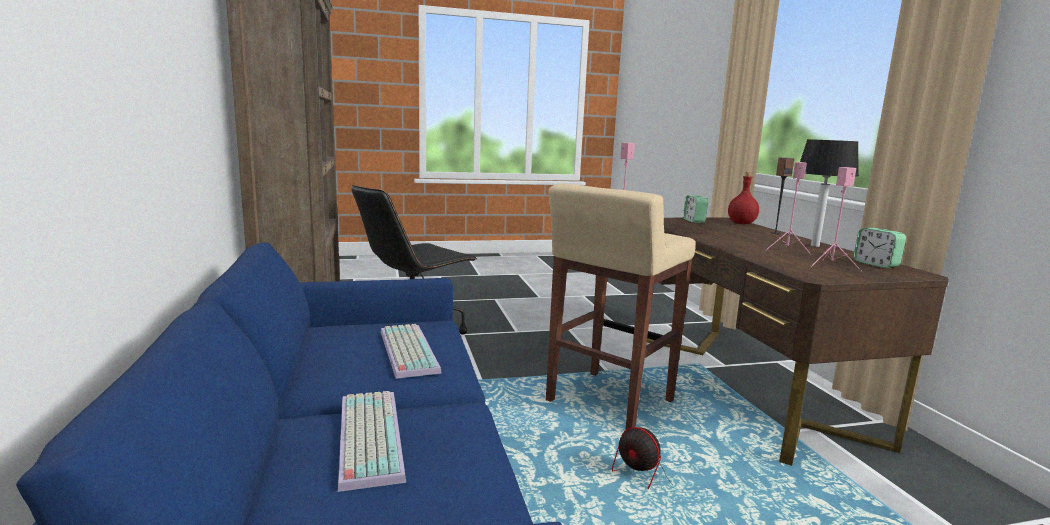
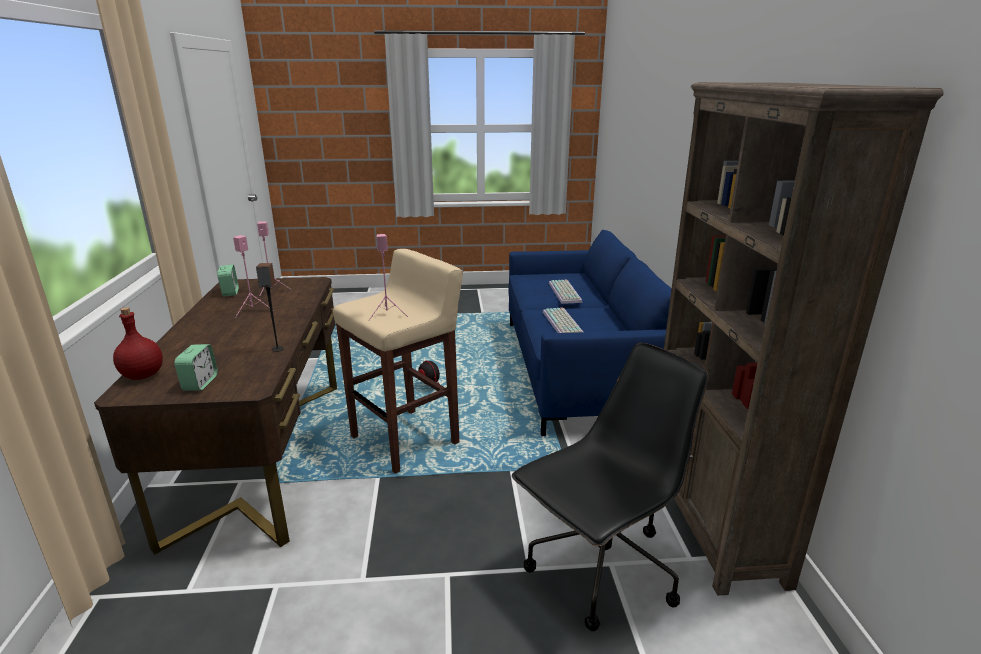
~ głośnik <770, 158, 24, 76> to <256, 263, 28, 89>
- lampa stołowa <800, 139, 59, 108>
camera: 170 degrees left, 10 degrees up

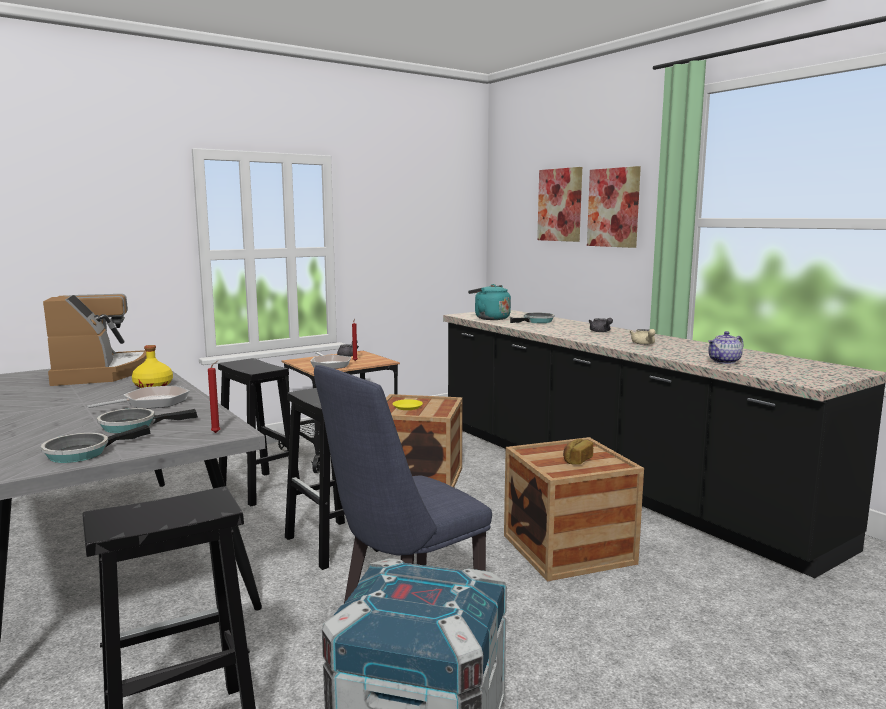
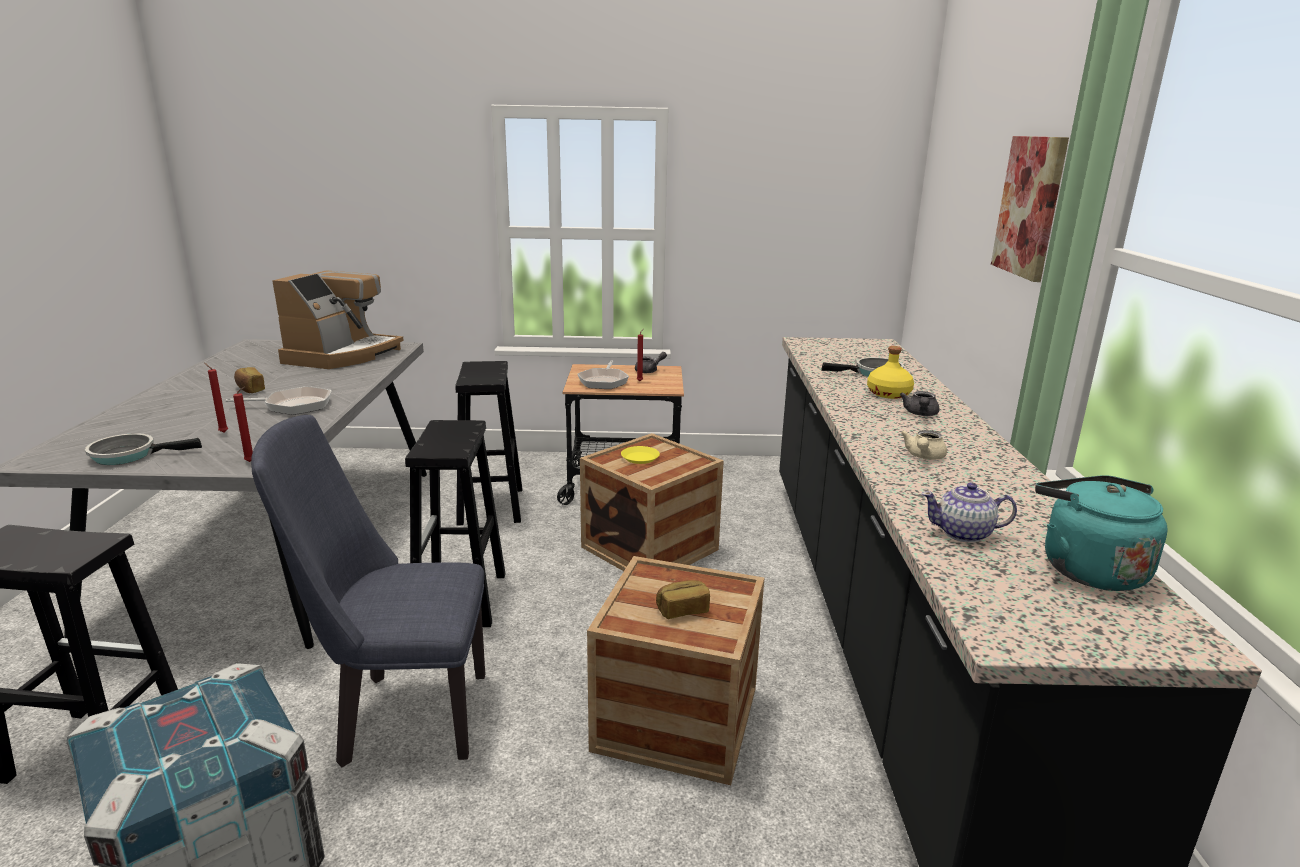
~ patelnia <97, 408, 101, 25> to świeca [czerwony] <204, 363, 24, 70>
+ chleb <234, 367, 31, 26>
~ butelka [żółty] <132, 345, 41, 43> to <867, 346, 47, 53>
~ czajnik [turkusowy] <468, 284, 43, 36> to <1035, 475, 133, 116>
- obraz <537, 167, 45, 75>
camera: 35 degrees right, 10 degrees up

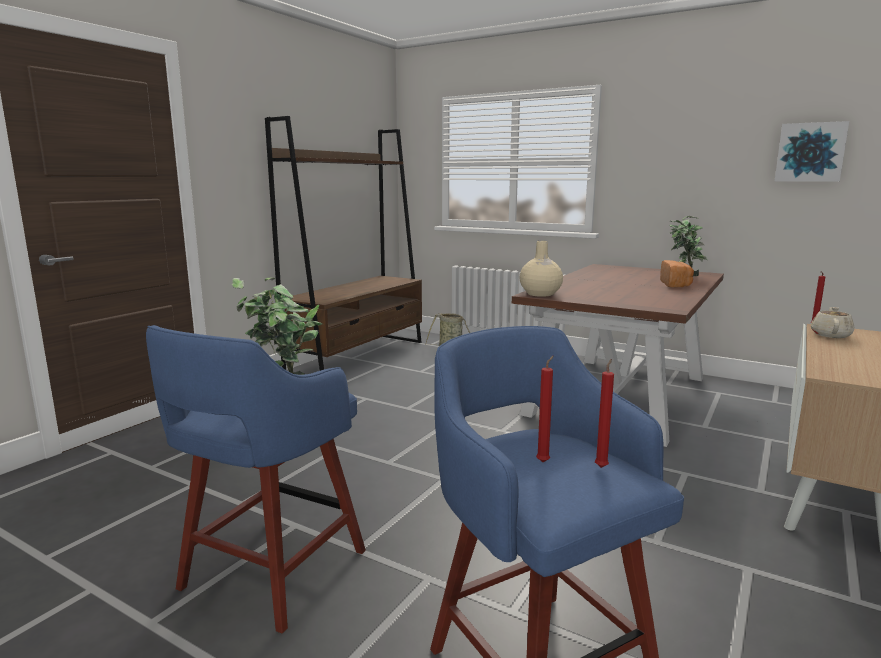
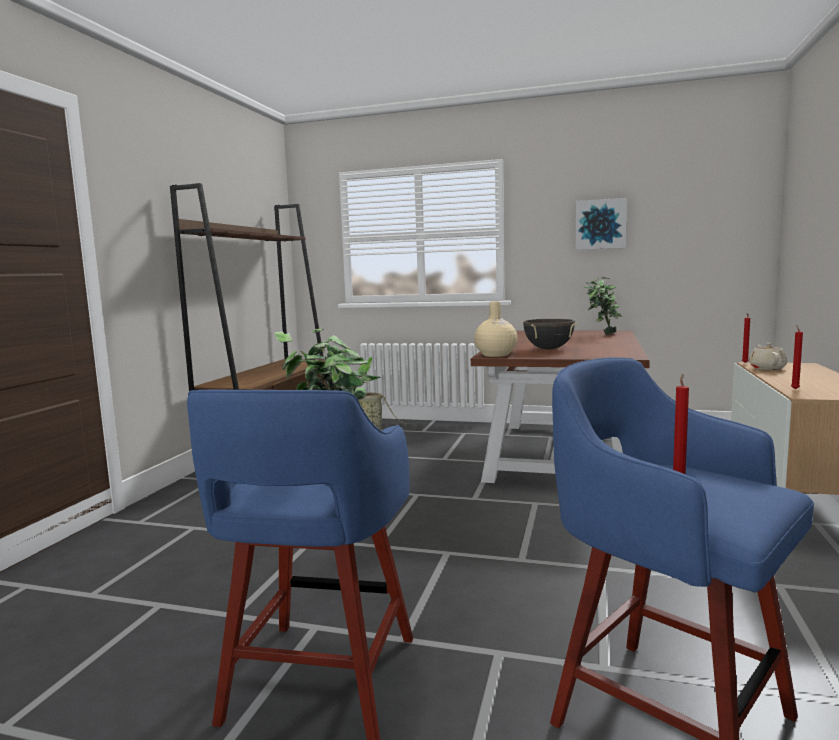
+ garnek [czarny] <522, 319, 56, 31>
~ obraz <775, 121, 74, 61> to <576, 198, 51, 52>
~ świeca [czerwony] <595, 359, 19, 109> to <791, 325, 12, 64>
- chleb <660, 260, 34, 28>
camera: 15 degrees left, 5 degrees down

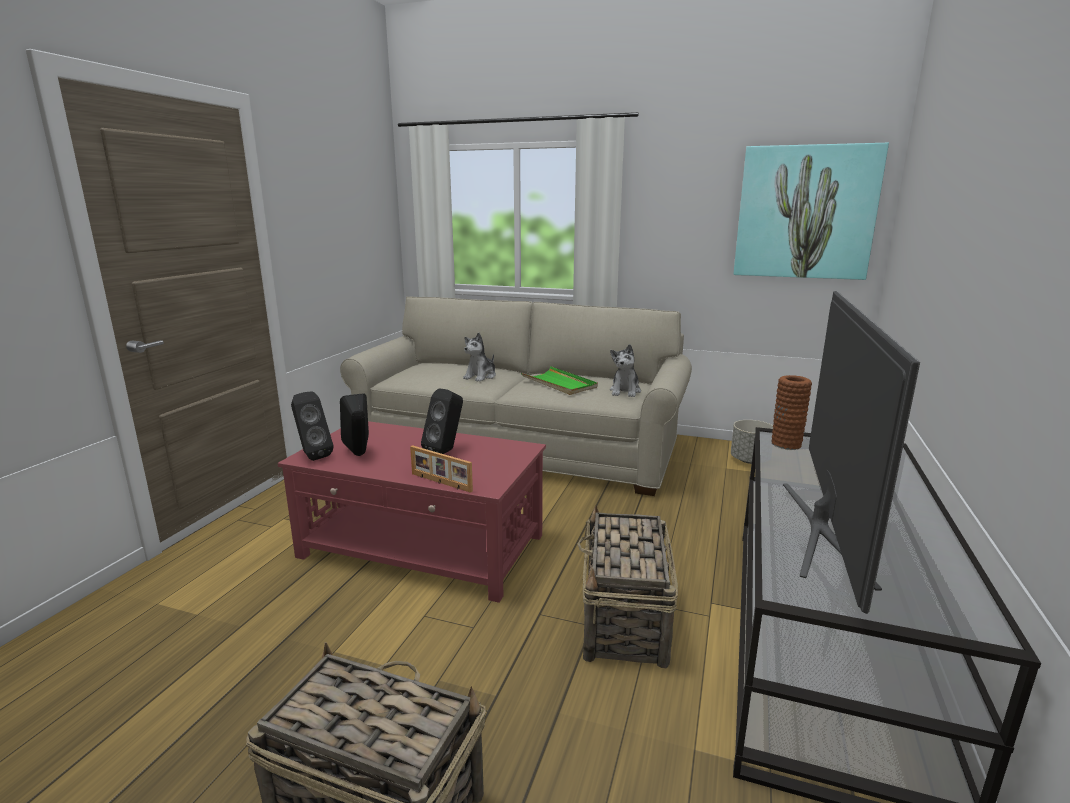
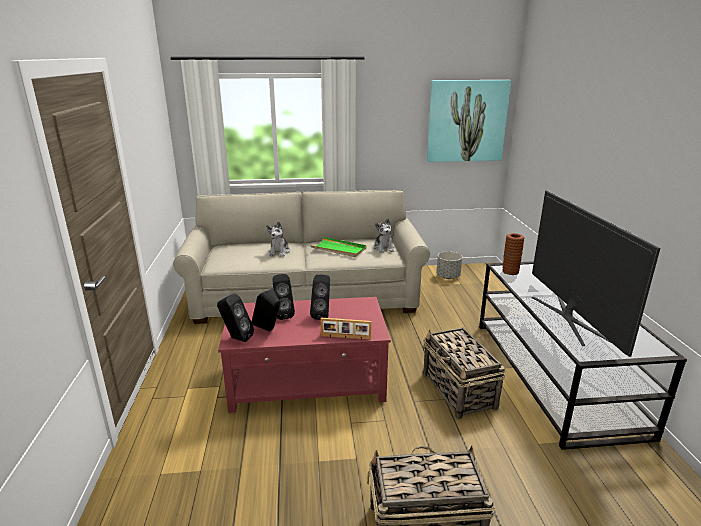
+ głośnik [czarny] <272, 274, 23, 46>
camera: 25 degrees left, 5 degrees up

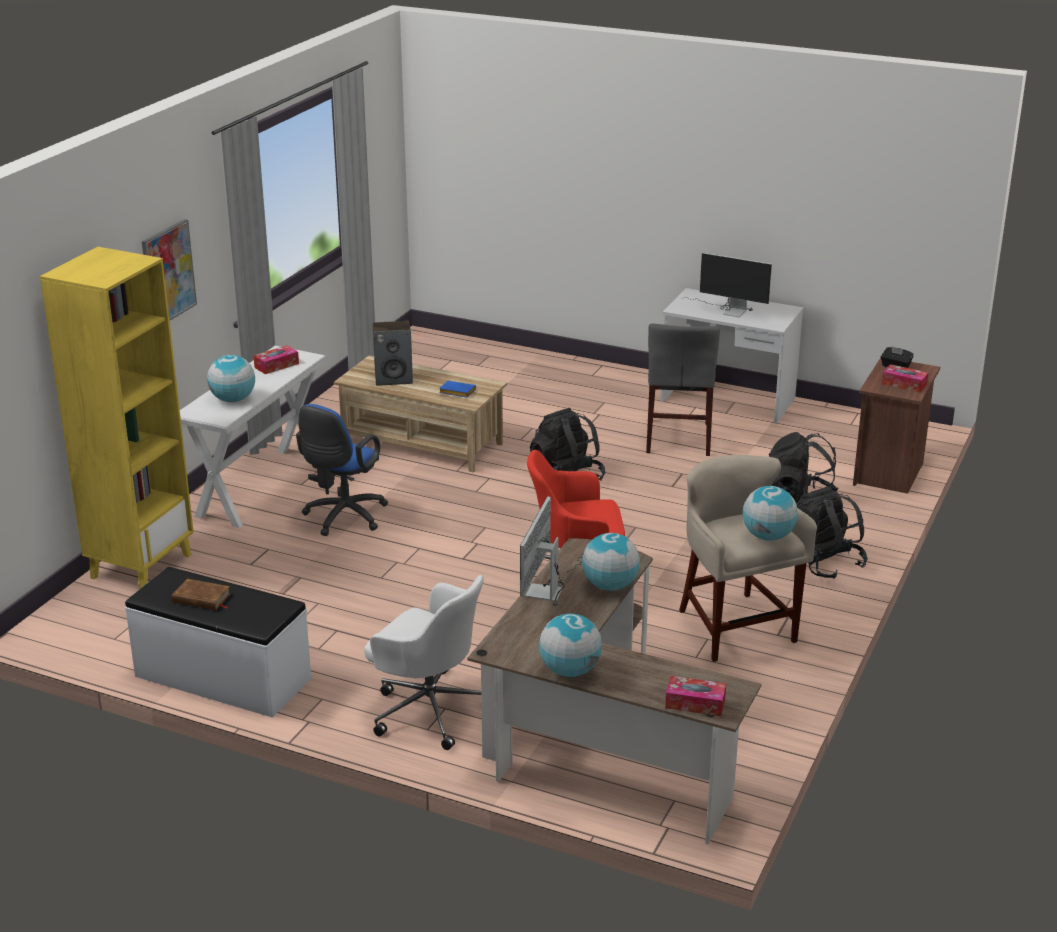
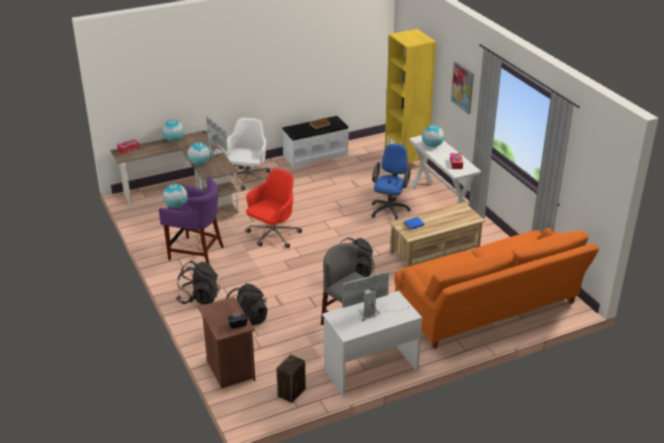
~ stołek [beżowy] <679, 455, 138, 207> to stołek [fioletowy] <159, 177, 65, 88>
~ krzesło biurowe [biały] <364, 575, 120, 175> = <223, 118, 47, 72> 120 degrees clockwise
~ głośnik <373, 321, 40, 65> to <276, 354, 30, 49>
~ krzesło biurowe [niebieski] <296, 404, 92, 132> = <371, 144, 40, 76> 45 degrees clockwise
+ kanapa [pomarańczowy] <395, 228, 204, 121>
- pudełko chusteczek <882, 364, 46, 29>
camera: 130 degrees right, 5 degrees up

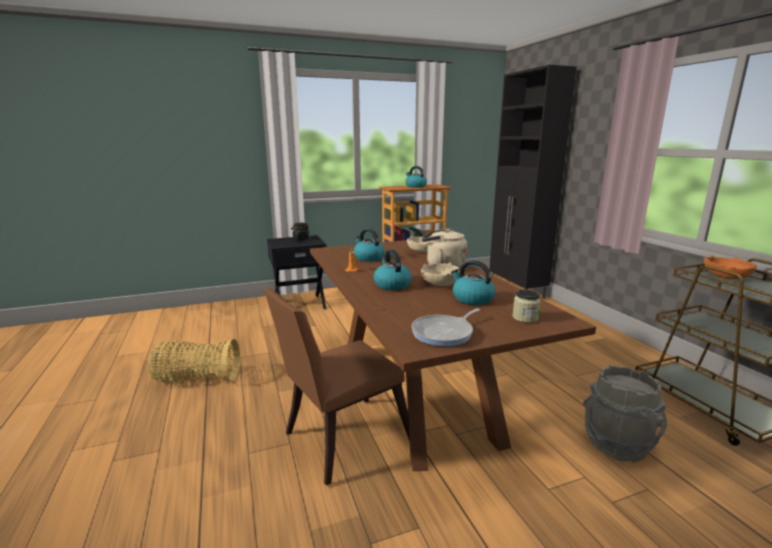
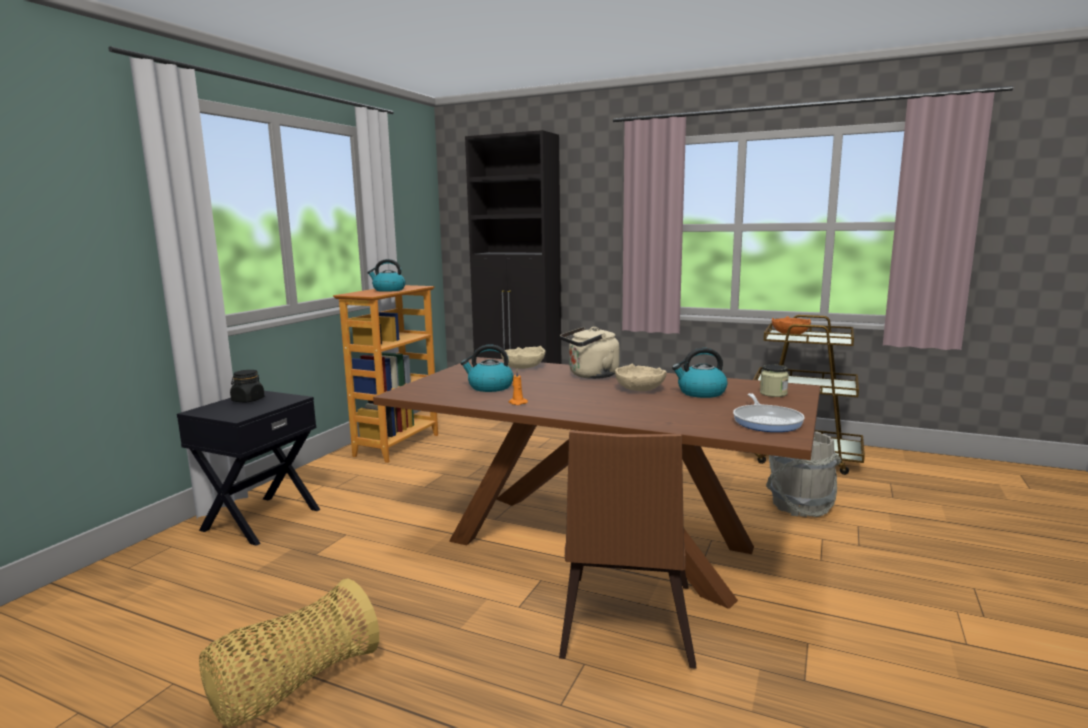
- czajnik <373, 250, 39, 40>
camera: 45 degrees left, 5 degrees down

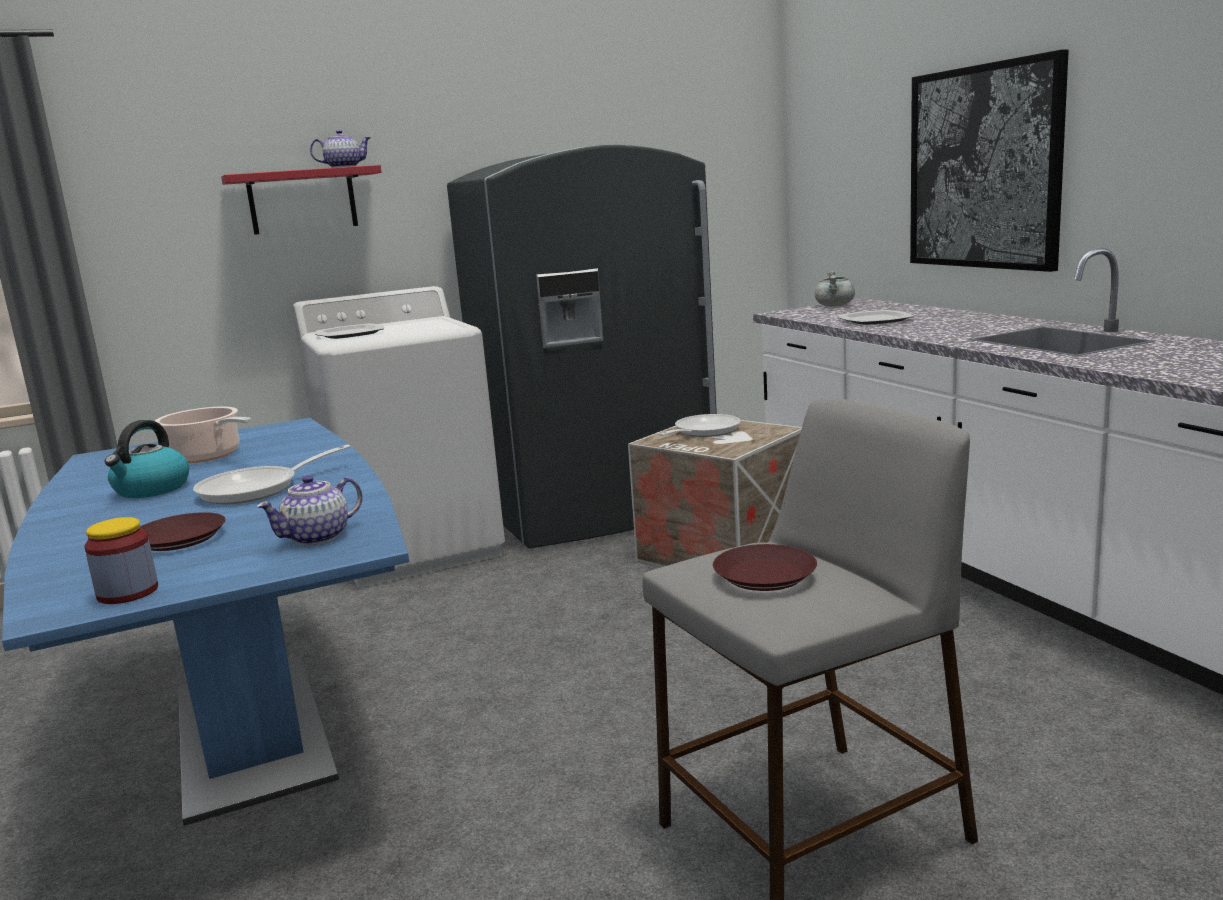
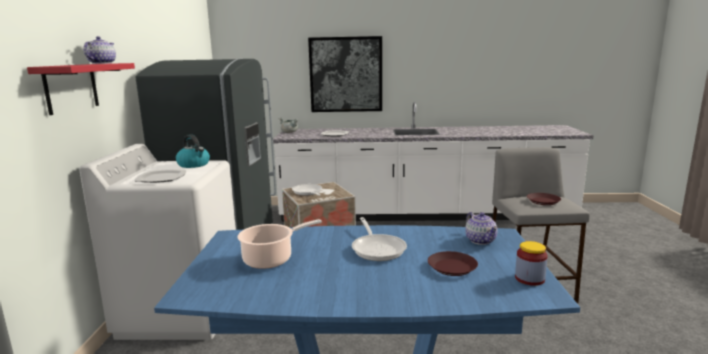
~ czajnik <105, 420, 84, 78> to <176, 134, 34, 34>
camera: 65 degrees left, 0 degrees up

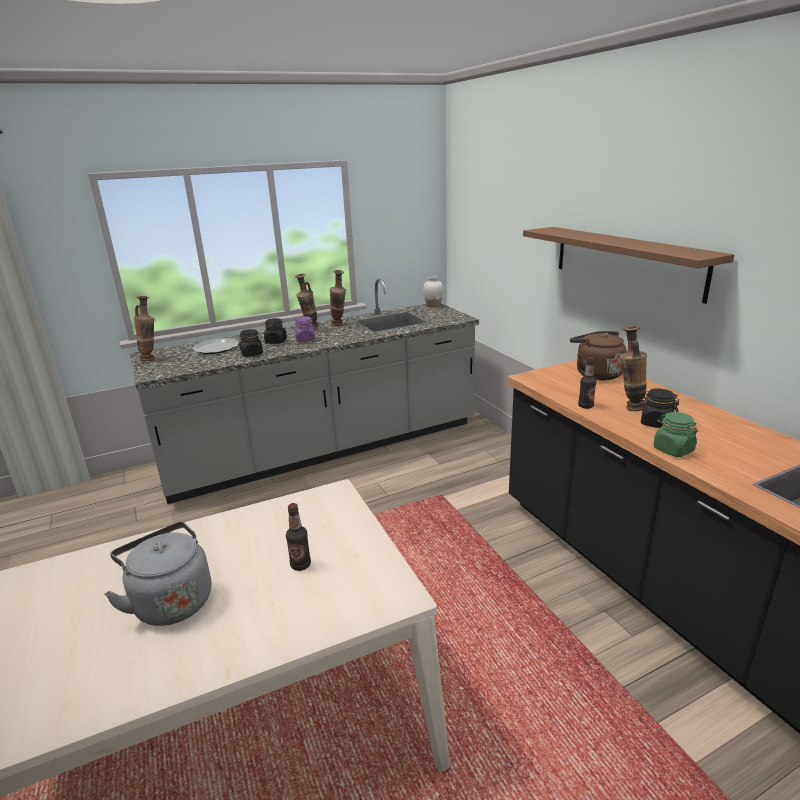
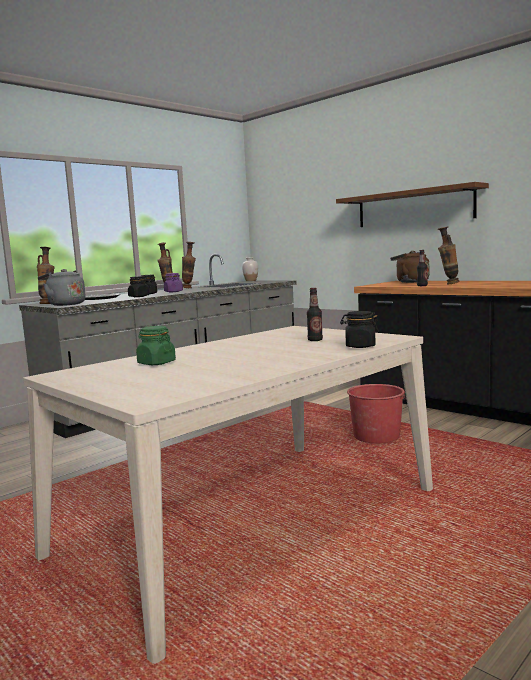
~ czajnik [szary] <104, 522, 107, 104> to <38, 269, 48, 37>
~ słoik [zielony] <653, 412, 45, 45> to <136, 326, 40, 39>
~ słoik [czarny] <639, 388, 41, 40> to <340, 311, 39, 37>
+ wiadro [czerwony] <347, 384, 59, 59>
camera: 20 degrees left, 15 degrees down

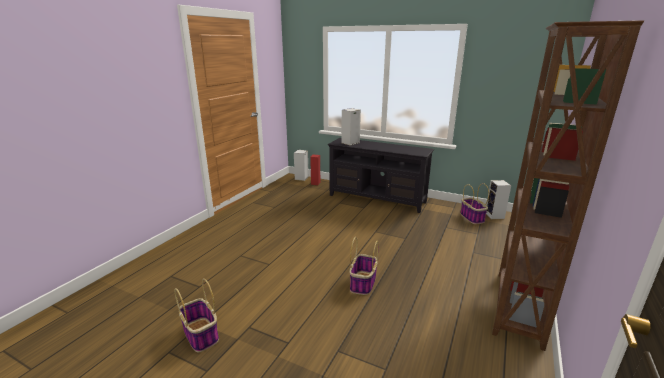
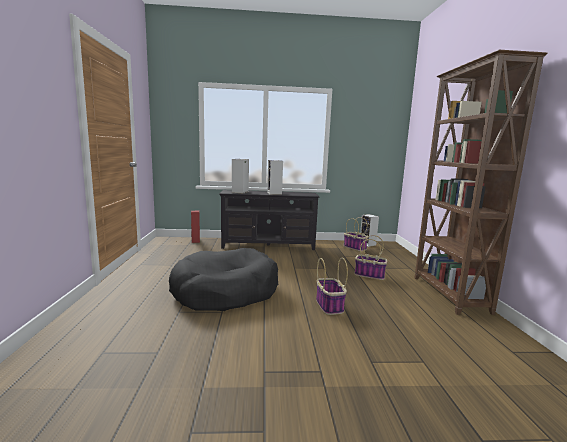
+ legowisko [czarny] <169, 248, 109, 63>
~ głośnik <294, 150, 15, 31> to <267, 160, 16, 35>
~ koszyk <174, 278, 45, 74> to <355, 235, 32, 45>
camera: 30 degrees left, 10 degrees down

